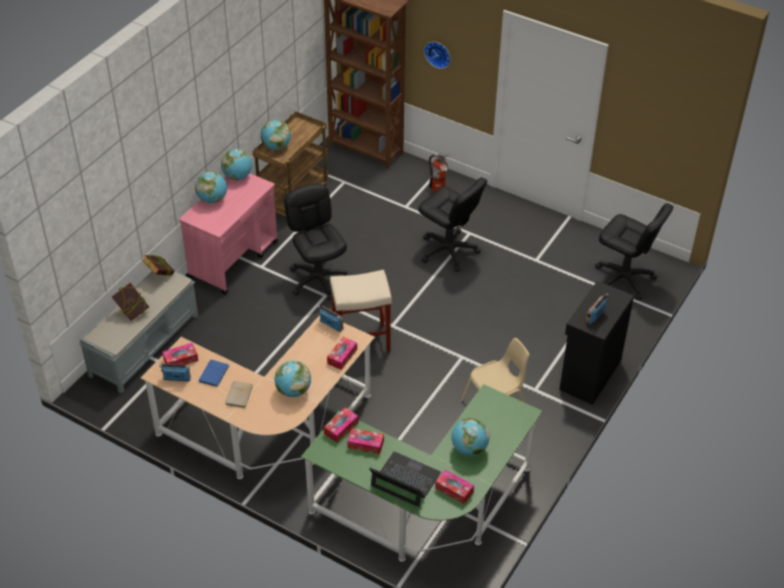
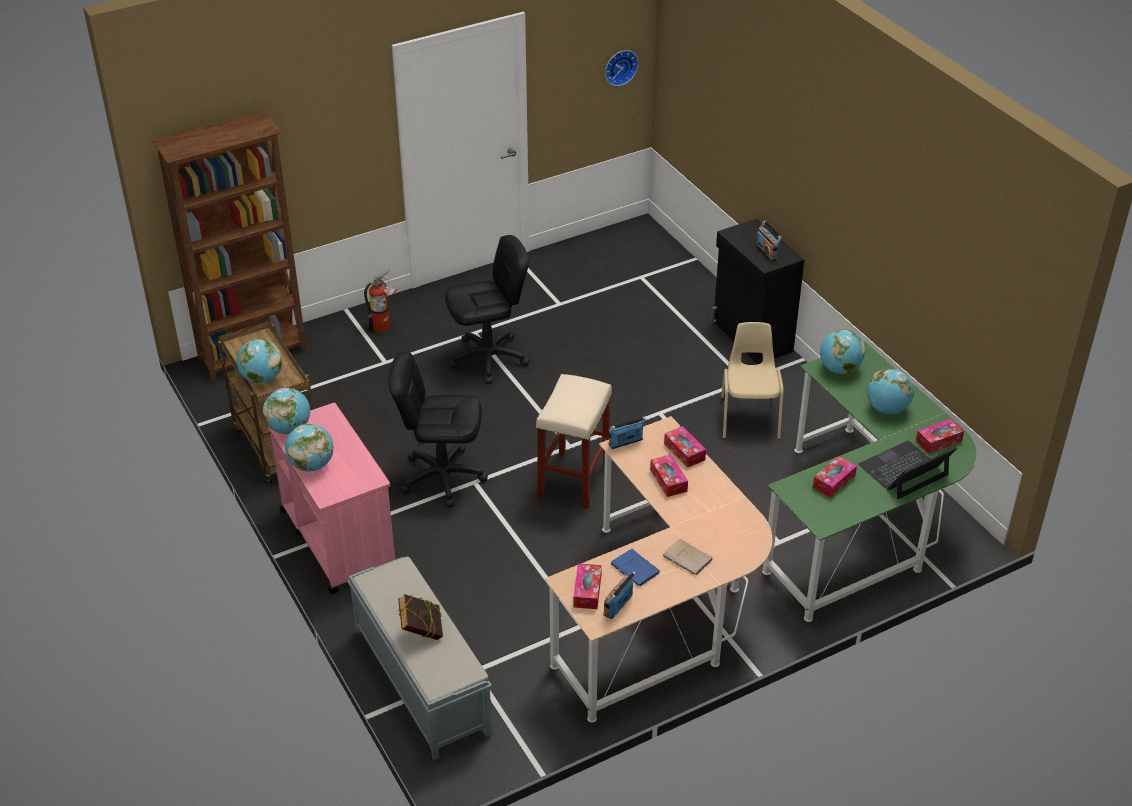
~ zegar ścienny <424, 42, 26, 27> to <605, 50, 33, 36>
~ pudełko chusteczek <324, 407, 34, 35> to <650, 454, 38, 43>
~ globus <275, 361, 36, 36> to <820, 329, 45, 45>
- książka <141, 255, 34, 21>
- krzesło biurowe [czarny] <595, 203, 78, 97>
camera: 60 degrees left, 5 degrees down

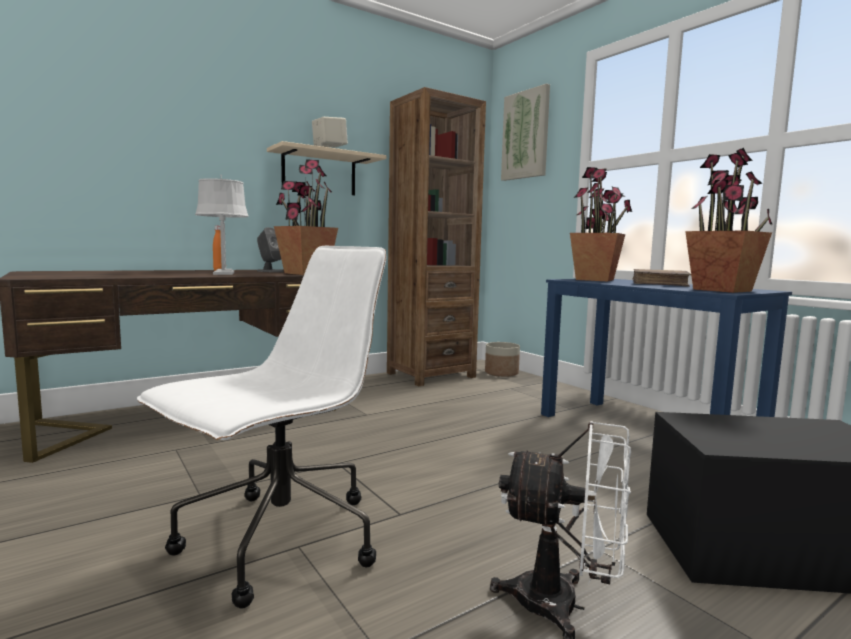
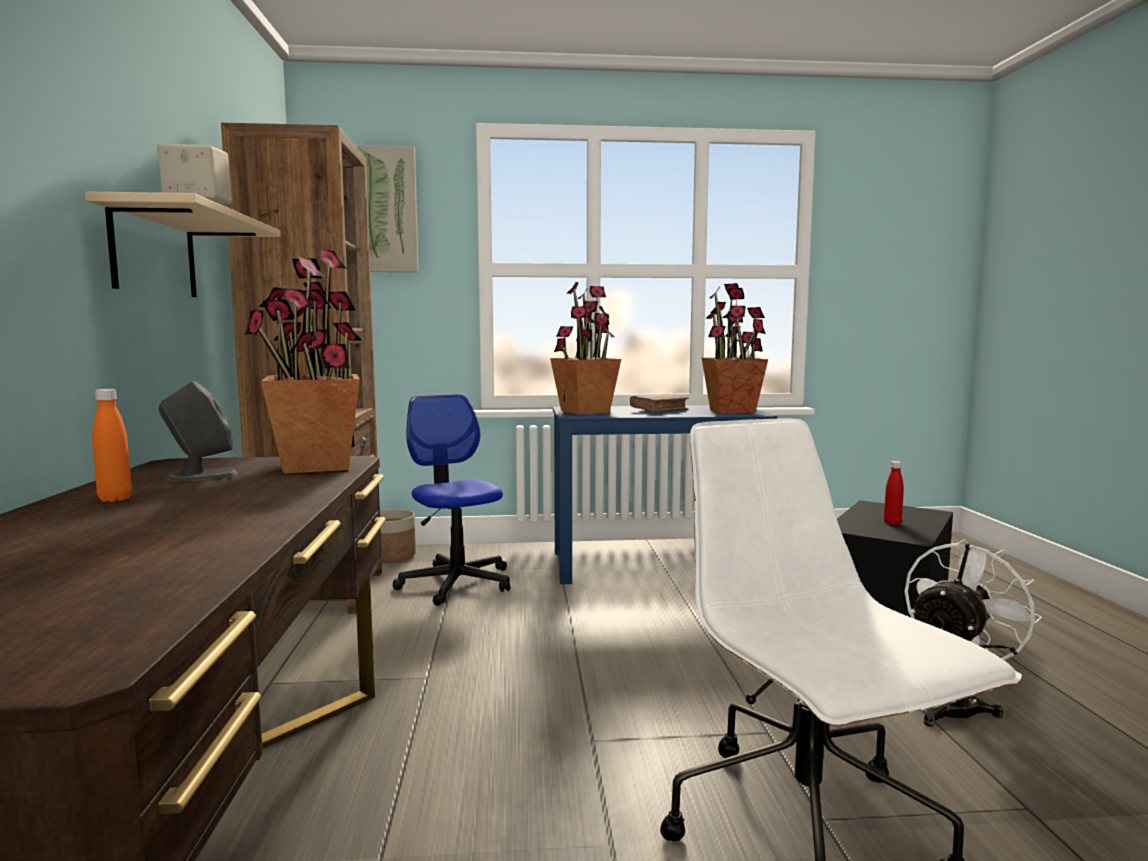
+ krzesło biurowe <393, 394, 117, 212>
+ butelka [czerwony] <884, 461, 20, 64>
- lampa stołowa [szary] <195, 176, 54, 99>
camera: 60 degrees left, 0 degrees up

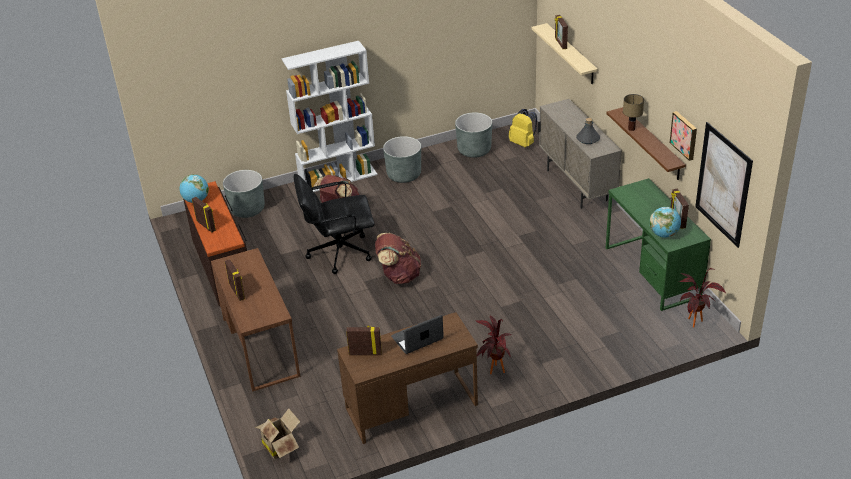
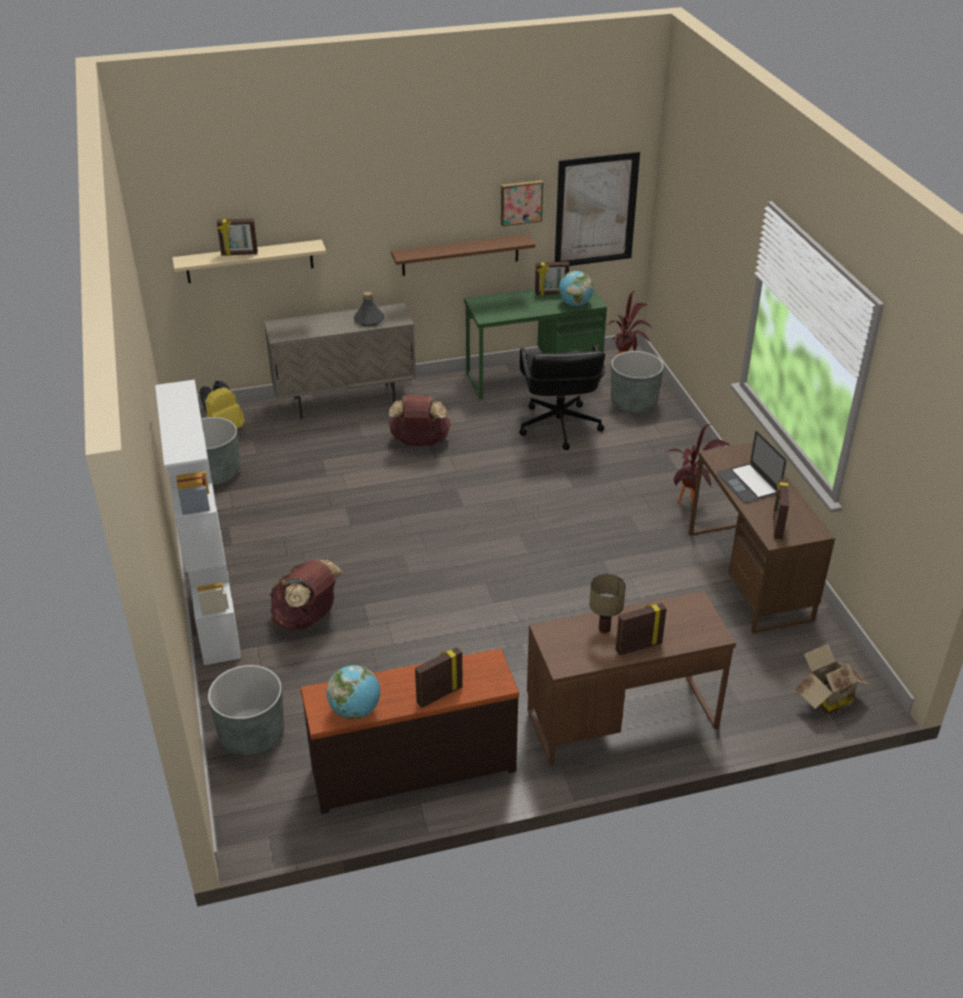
~ plecak [brązowy] <375, 233, 46, 51> to <388, 395, 63, 51>
~ krzesło biurowe [czarny] <294, 174, 81, 100> to <519, 345, 86, 105>
~ lampa stołowa <623, 94, 21, 37> to <589, 574, 37, 59>
~ donica [szary] <383, 136, 38, 47> to <611, 351, 53, 63>
camera: 85 degrees left, 0 degrees up

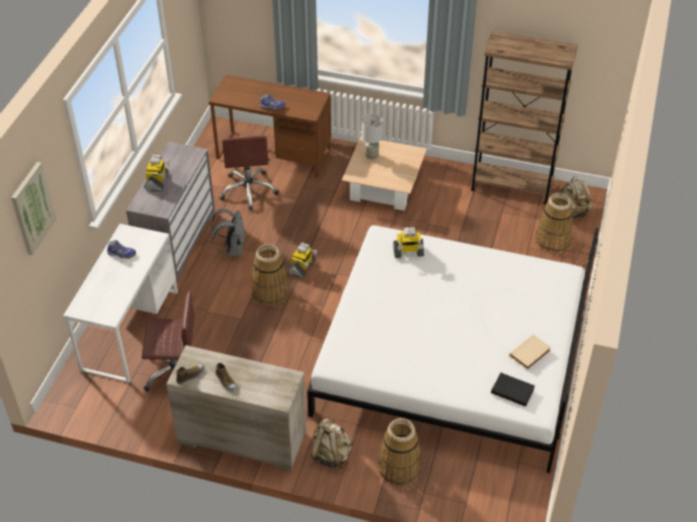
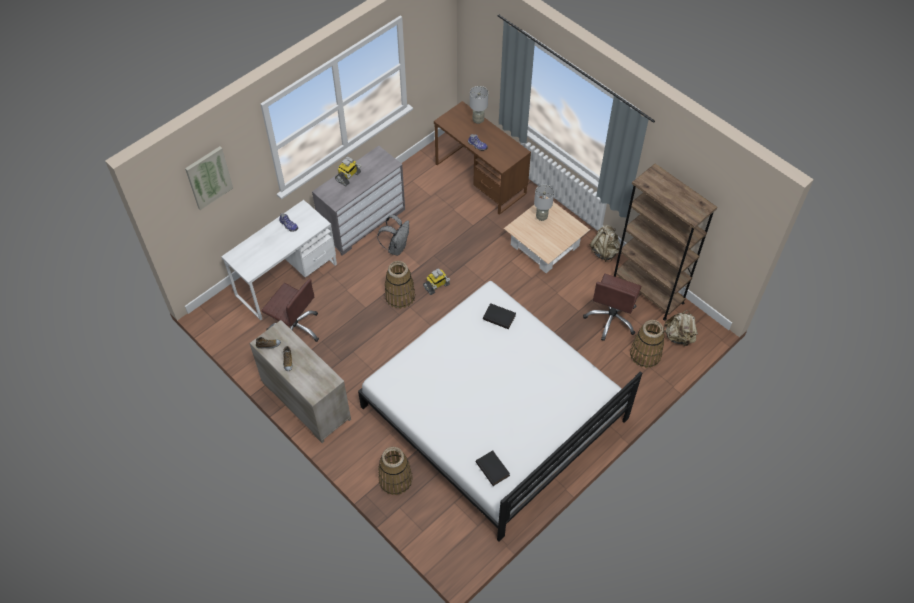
+ lampa stołowa [szary] <470, 86, 18, 38>
~ robot zabawkowy <393, 227, 31, 31> to książka [czarny] <483, 303, 33, 26>
~ krzesło biurowe [brązowy] <219, 136, 60, 75> to <583, 274, 59, 67>
~ plecak [beżowy] <310, 418, 43, 51> to <590, 225, 30, 37>
- książka [beżowy] <509, 334, 42, 36>
camera: 30 degrees right, 10 degrees up

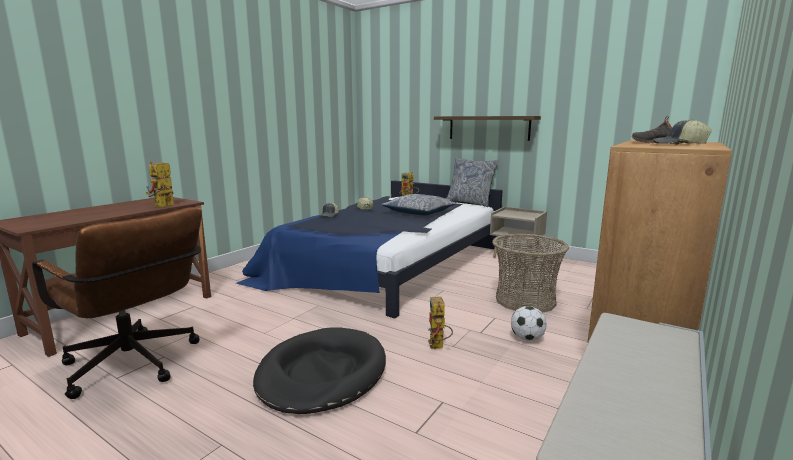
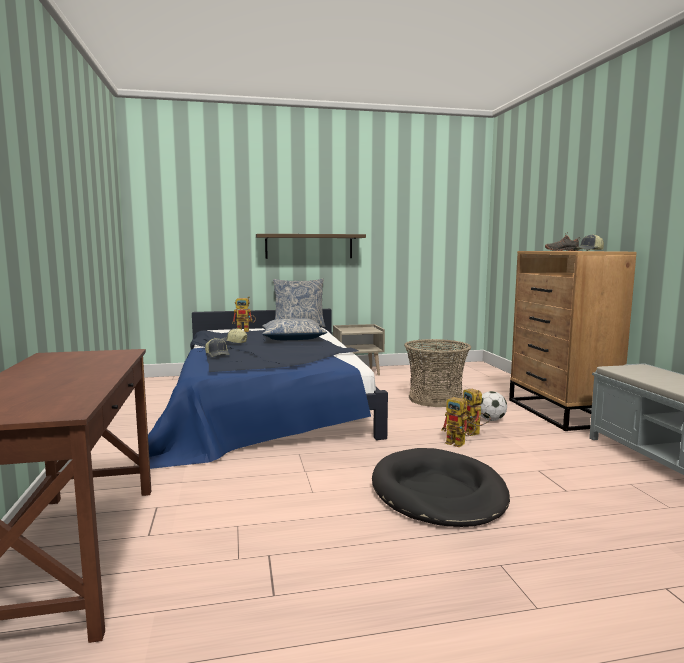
~ robot zabawkowy <146, 162, 28, 45> to <463, 389, 27, 47>
- krzesło biurowe [brązowy] <32, 207, 170, 192>
camera: 45 degrees left, 5 degrees down

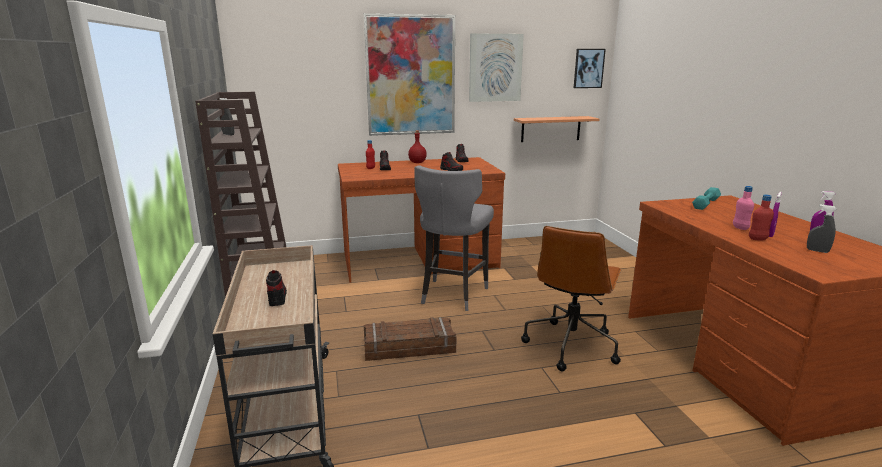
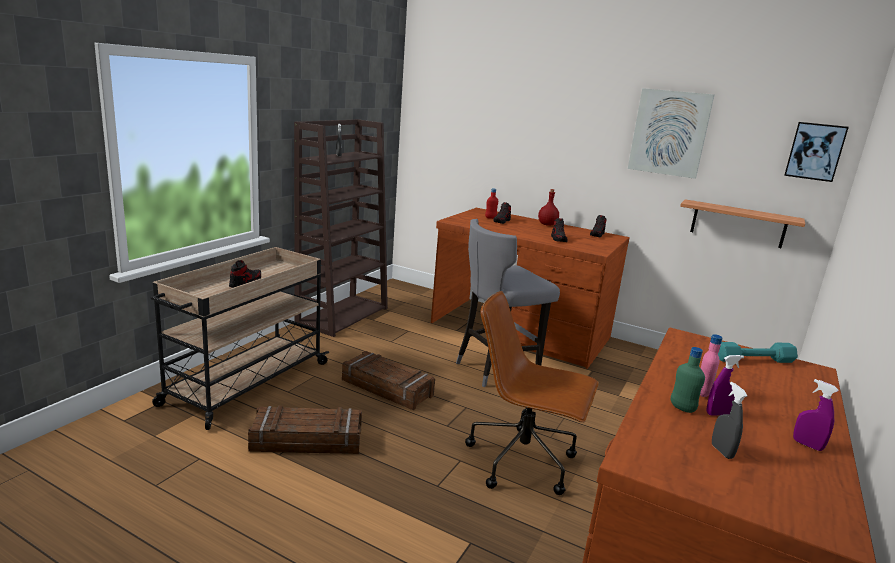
+ skrzynka <248, 406, 114, 48>
~ krzesło biurowe [brązowy] <521, 226, 100, 145> = <465, 291, 134, 204> 45 degrees clockwise
~ butelka [czerwony] <749, 194, 25, 47> to butelka [zielony] <671, 347, 34, 66>
- obraz <364, 13, 91, 123>
camera: 40 degrees right, 0 degrees up

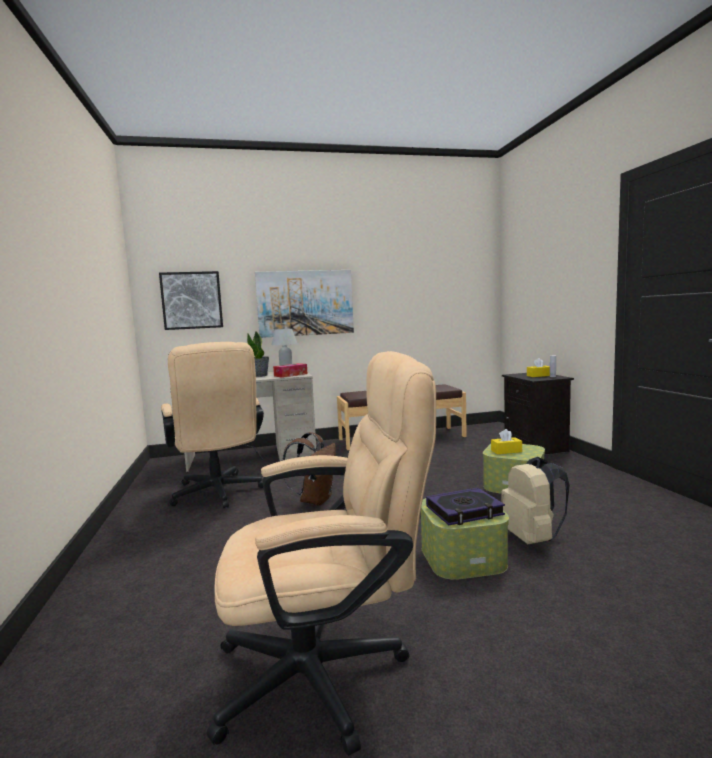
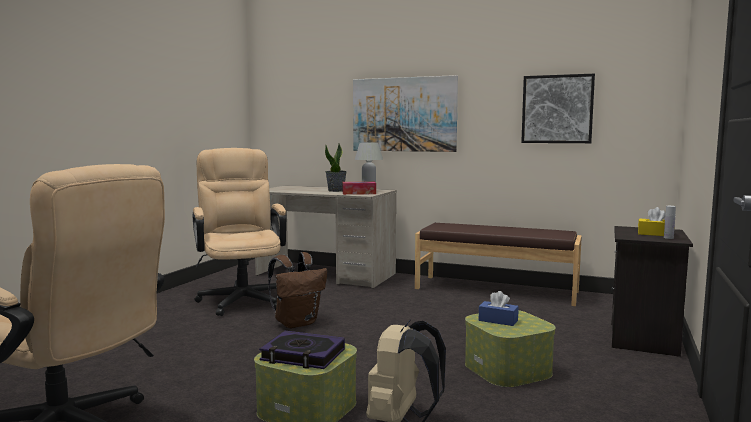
~ krzesło biurowe [beżowy] <161, 342, 103, 166> = <192, 148, 95, 168> 150 degrees clockwise
~ pudełko chusteczek [żółty] <491, 429, 31, 25> to pudełko chusteczek [niebieski] <479, 291, 40, 35>
~ obraz <159, 271, 64, 59> to <521, 74, 74, 69>
camera: 35 degrees right, 0 degrees up

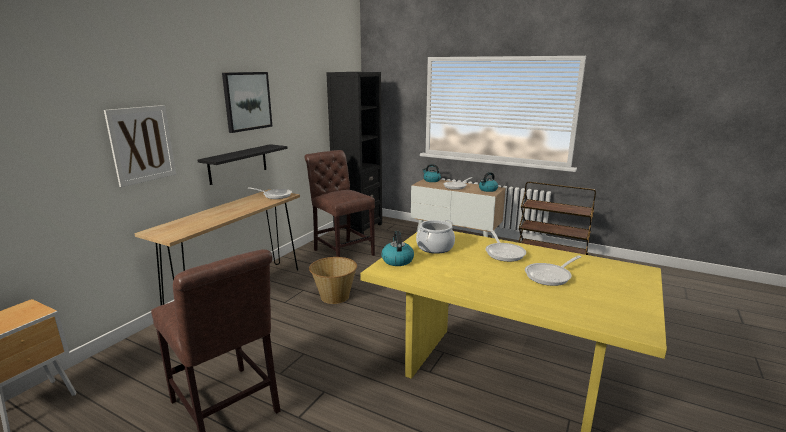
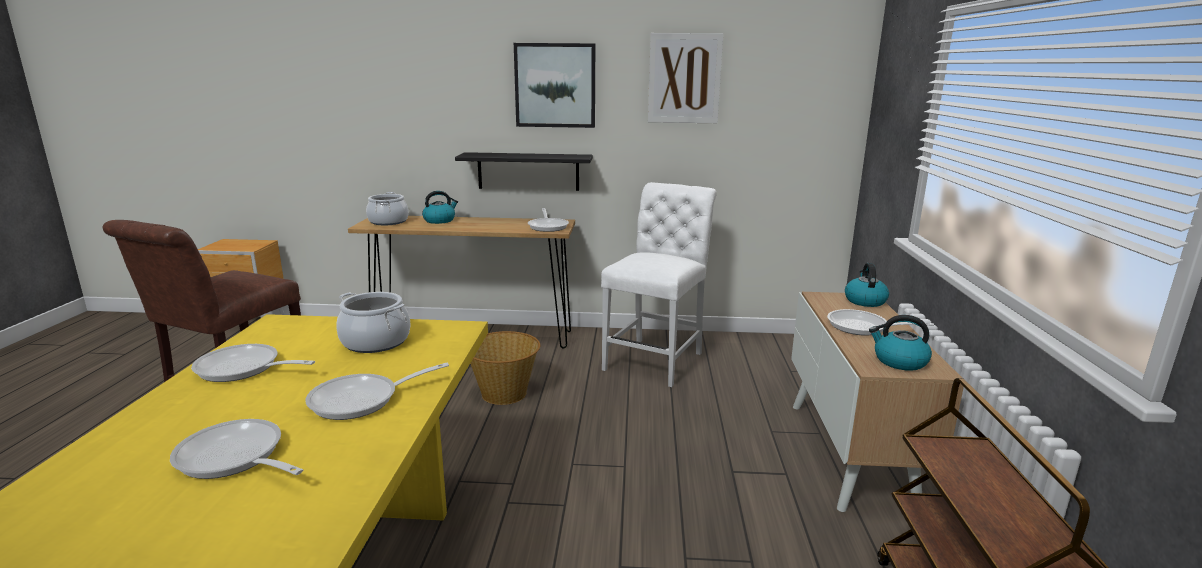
+ patelnia <191, 344, 124, 38>
+ garnek <366, 192, 43, 33>
~ czajnik <381, 231, 33, 35> to <422, 191, 36, 33>
~ krzesło [brązowy] <305, 150, 70, 107> to krzesło [biały] <601, 182, 116, 205>
~ obraz <104, 105, 72, 82> to <648, 33, 75, 90>
- regał [czarny] <327, 72, 55, 163>
camera: 65 degrees right, 0 degrees up

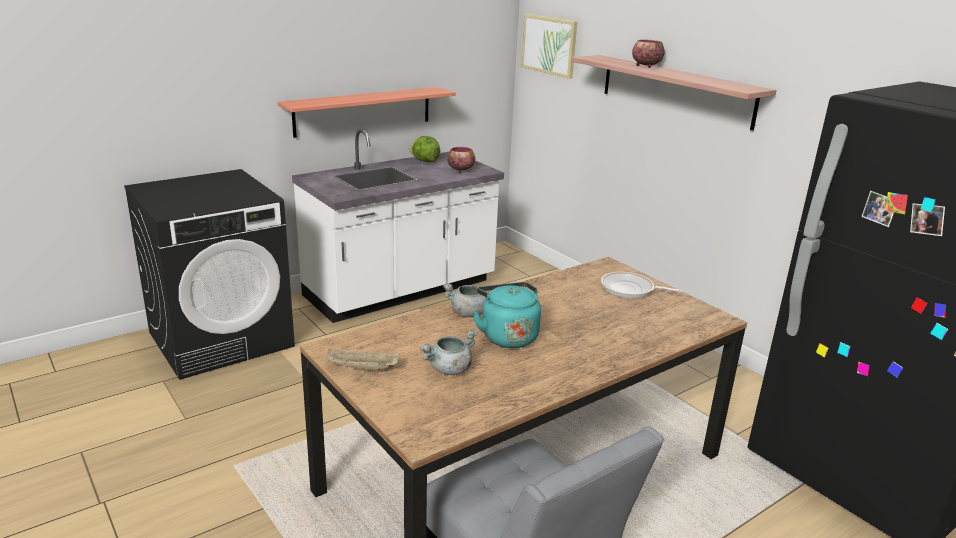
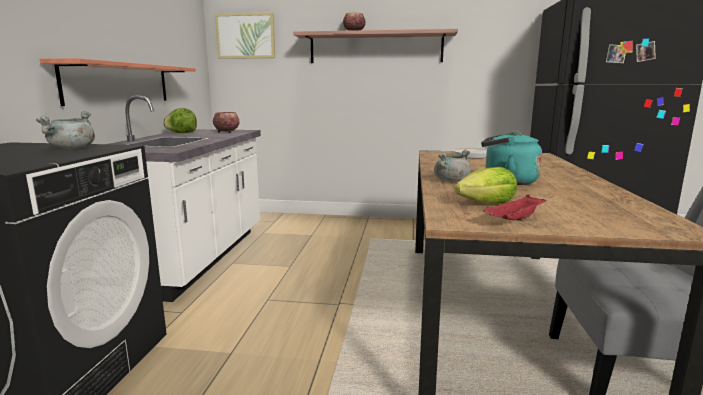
~ garnek [szary] <419, 329, 59, 46> to <36, 111, 59, 38>
+ sałata <455, 167, 62, 37>
~ taca [beżowy] <326, 348, 74, 24> to taca [czerwony] <483, 194, 63, 27>
camera: 45 degrees left, 10 degrees down

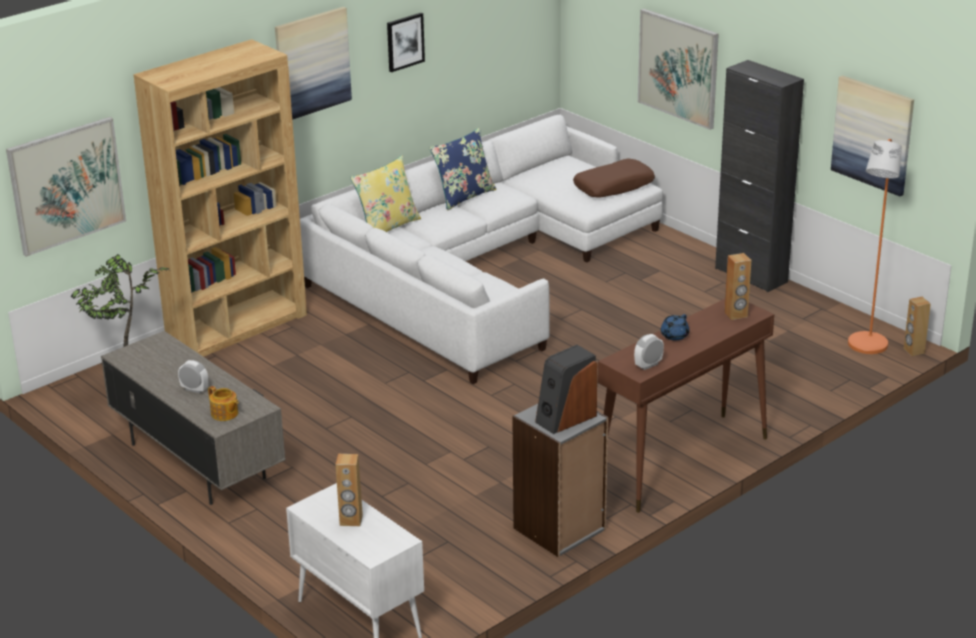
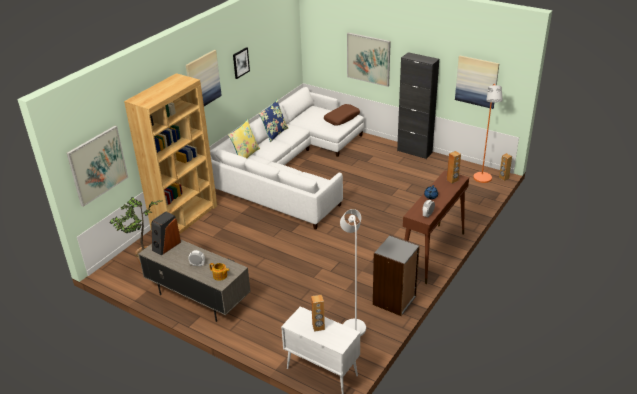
~ głośnik <535, 345, 62, 89> to <151, 212, 30, 43>
+ lampa stojąca [biały] <340, 209, 26, 127>
camera: 15 degrees left, 5 degrees up

